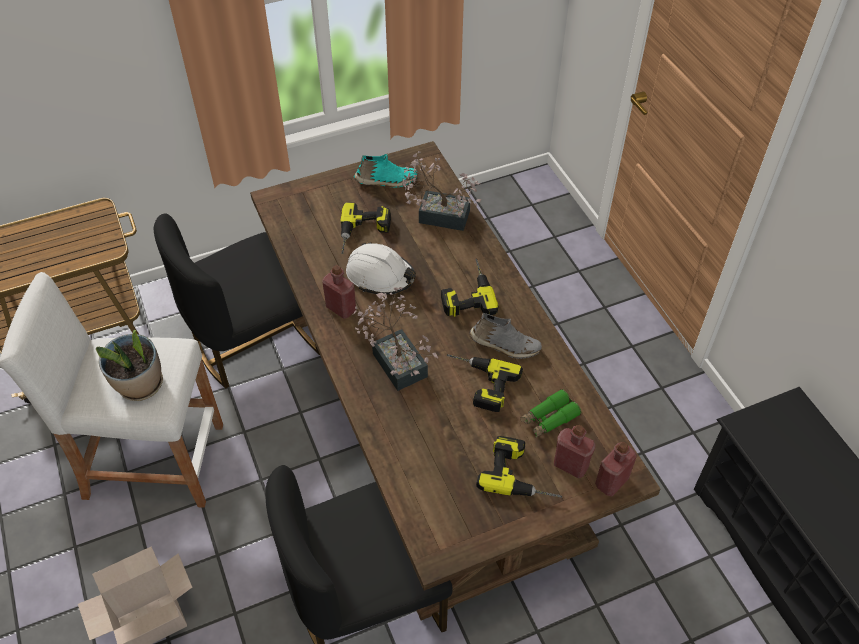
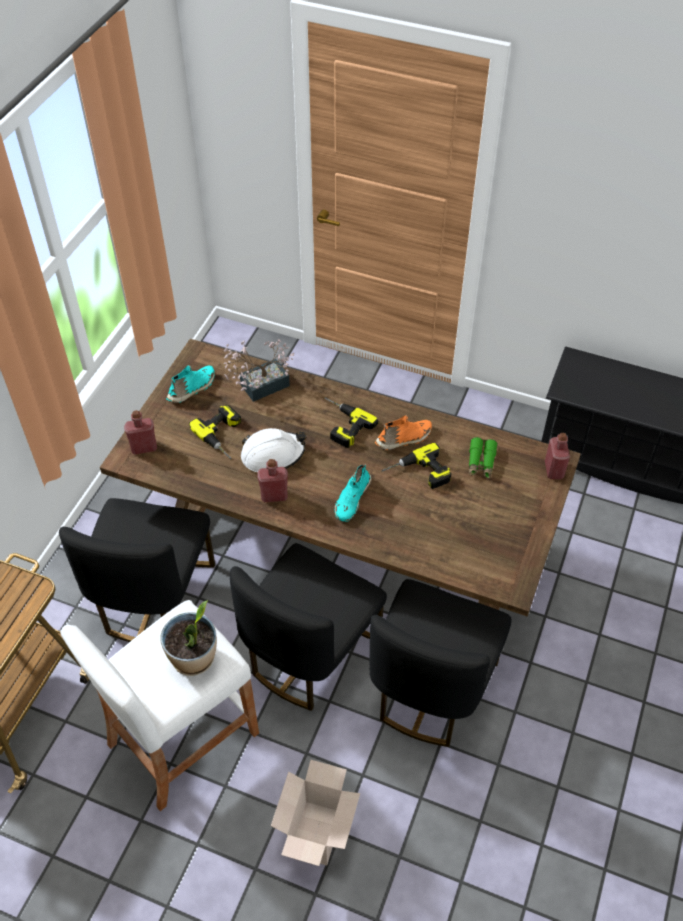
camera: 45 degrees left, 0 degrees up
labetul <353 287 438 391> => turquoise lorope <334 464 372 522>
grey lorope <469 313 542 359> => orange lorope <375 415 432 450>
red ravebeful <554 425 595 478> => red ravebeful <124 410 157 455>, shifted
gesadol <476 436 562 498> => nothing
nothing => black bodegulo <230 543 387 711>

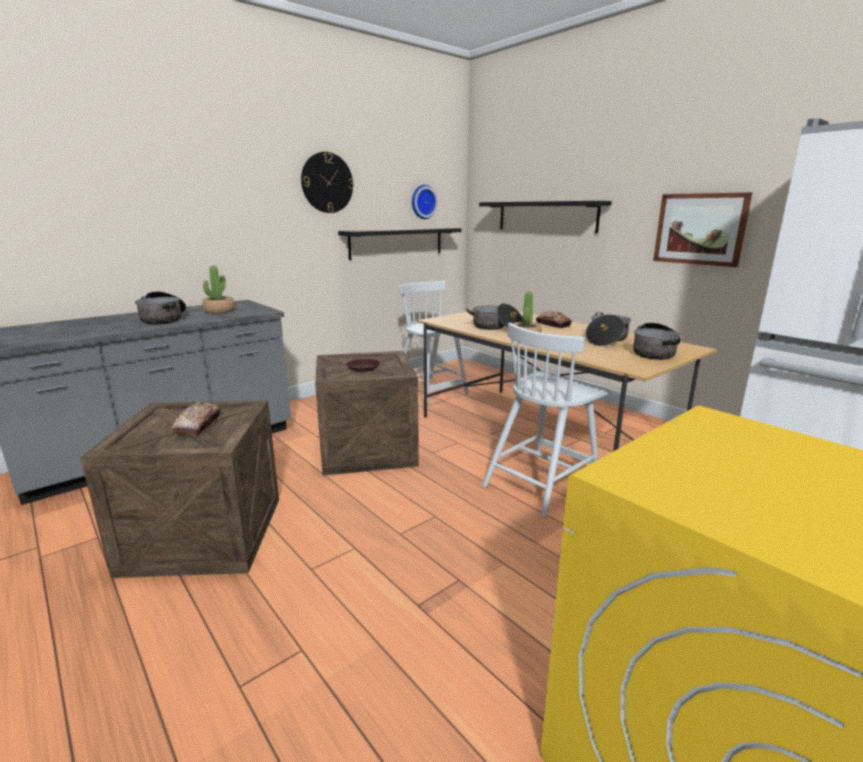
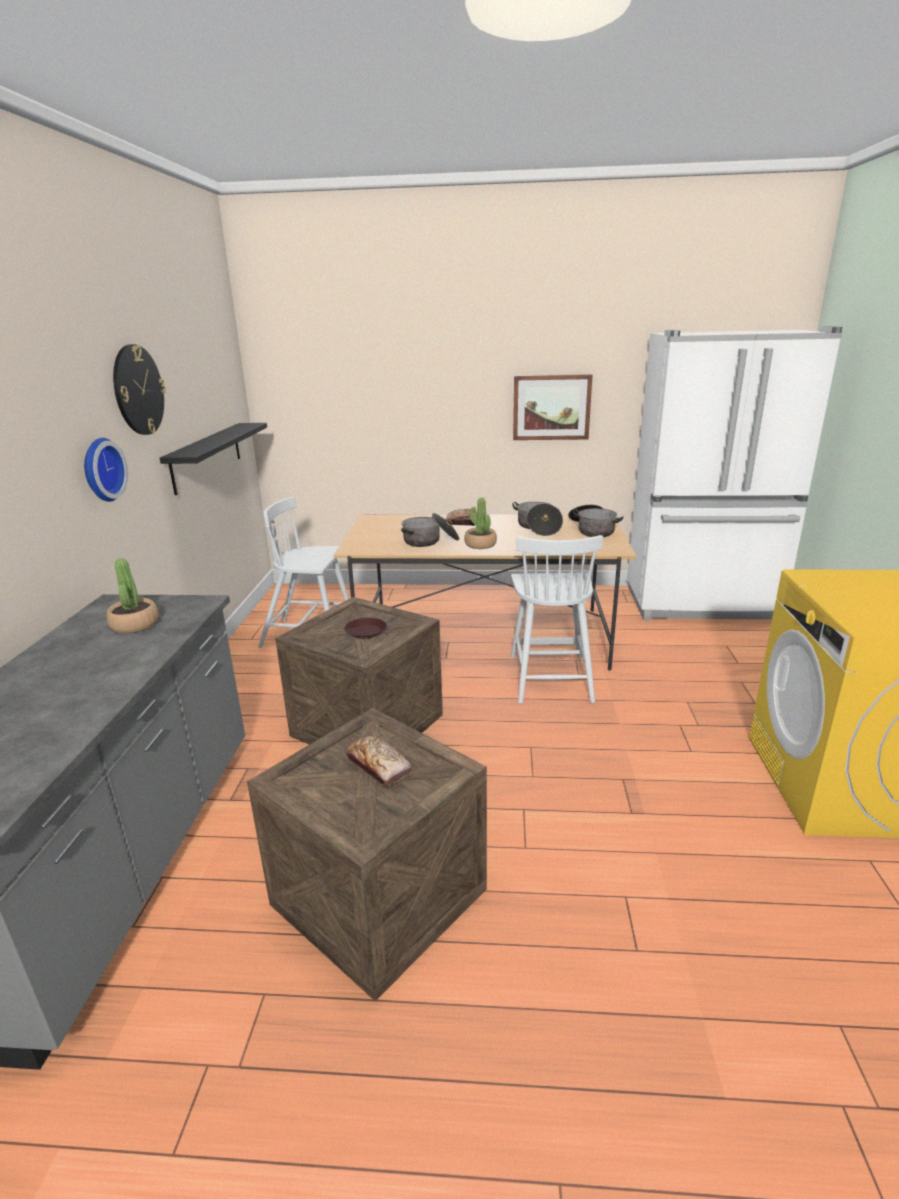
camera: 45 degrees left, 5 degrees up
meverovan <412 185 438 219> => meverovan <84 438 128 502>, shifted
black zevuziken <479 201 612 233> => nothing
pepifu <135 291 186 324> => nothing

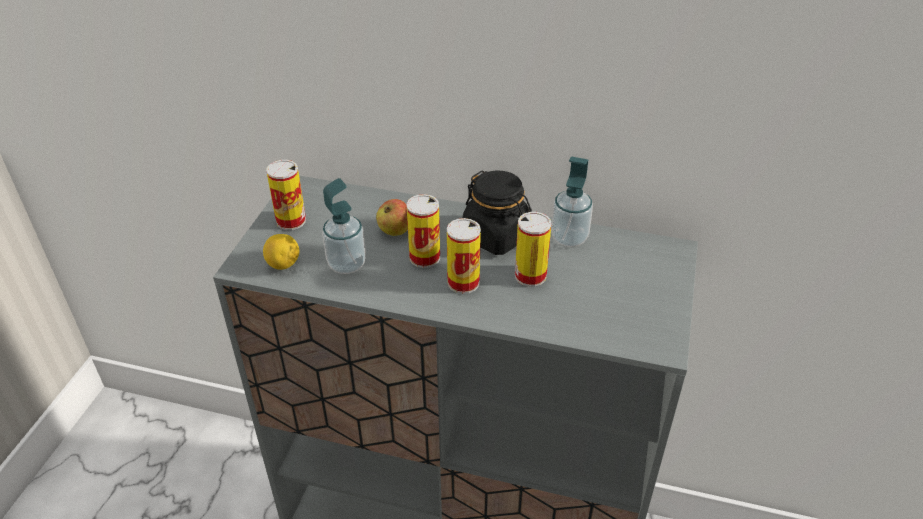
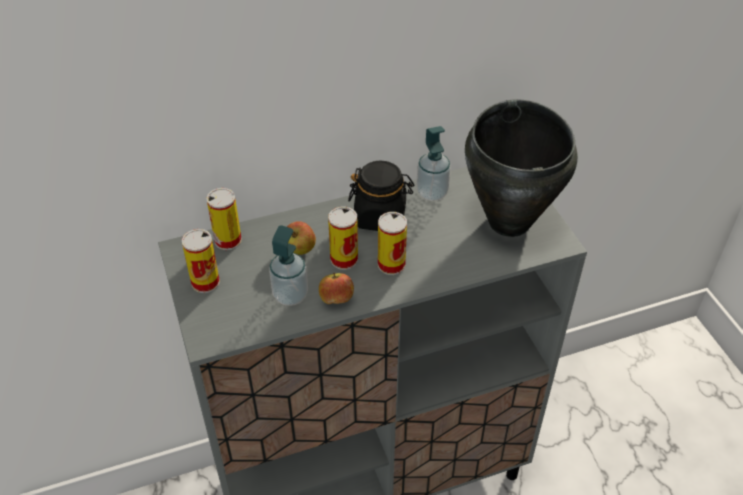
camera: 35 degrees left, 5 degrees up
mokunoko <515 212 551 287> => mokunoko <206 188 242 250>, shifted
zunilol <263 234 299 270> => nothing
nothing => black pepifu <465 99 578 237>
nothing => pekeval <319 273 354 304>

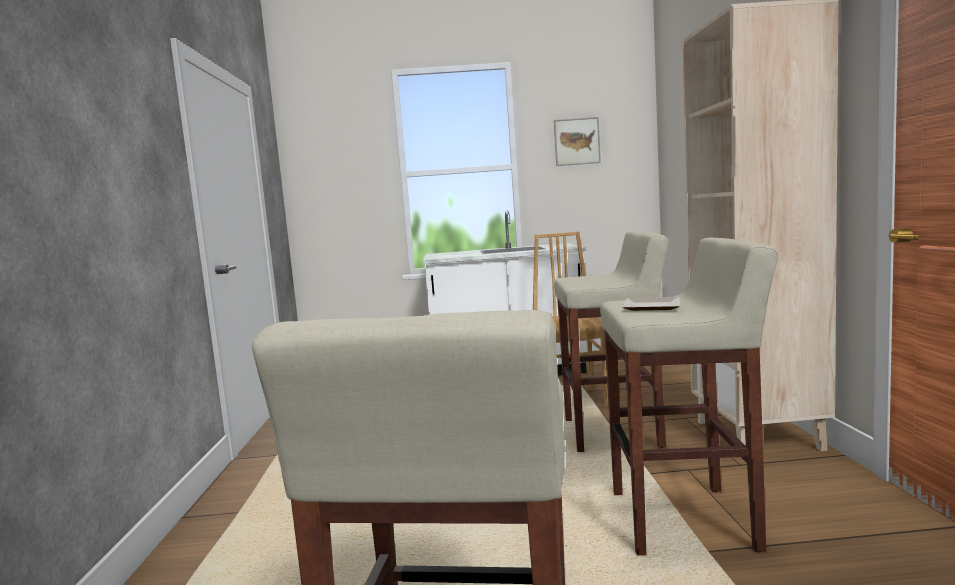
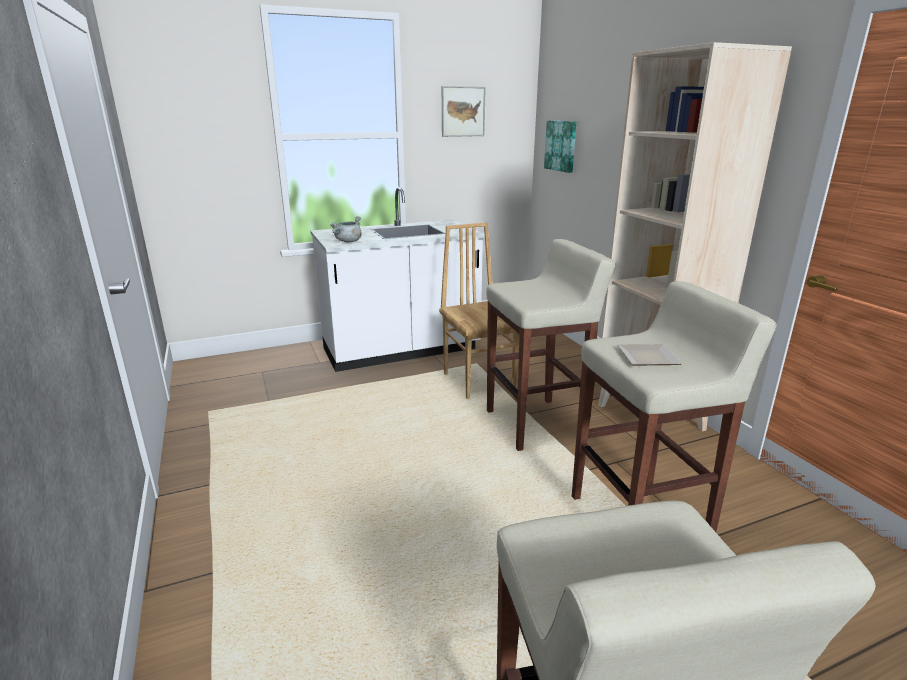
camera: 20 degrees left, 15 degrees up
nothing => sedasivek <544 120 577 173>
nothing => grey pepifu <330 216 362 242>

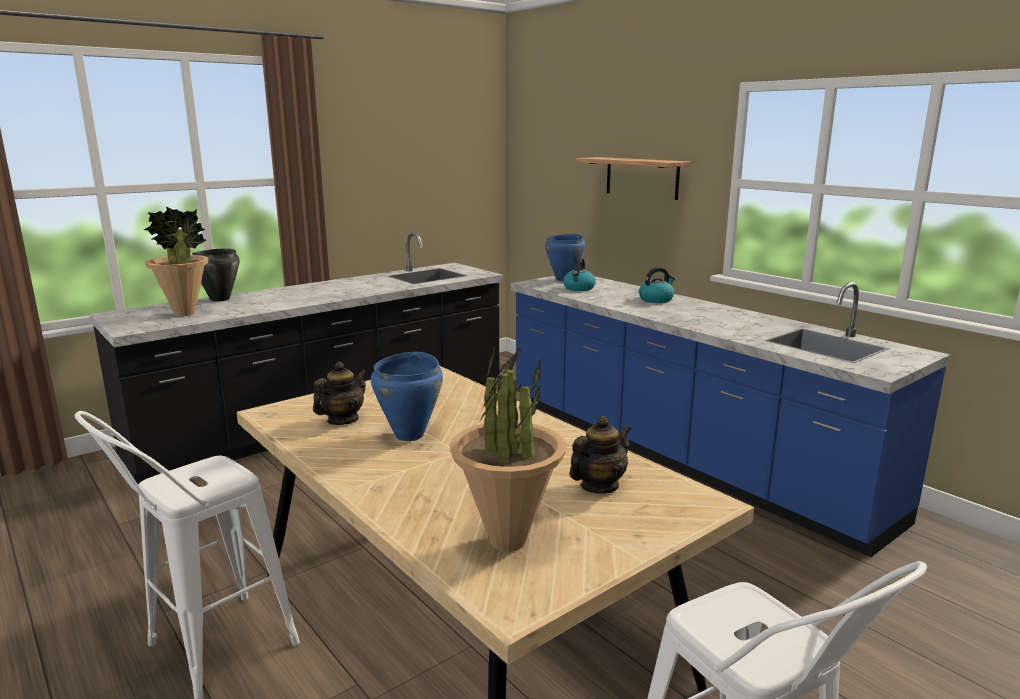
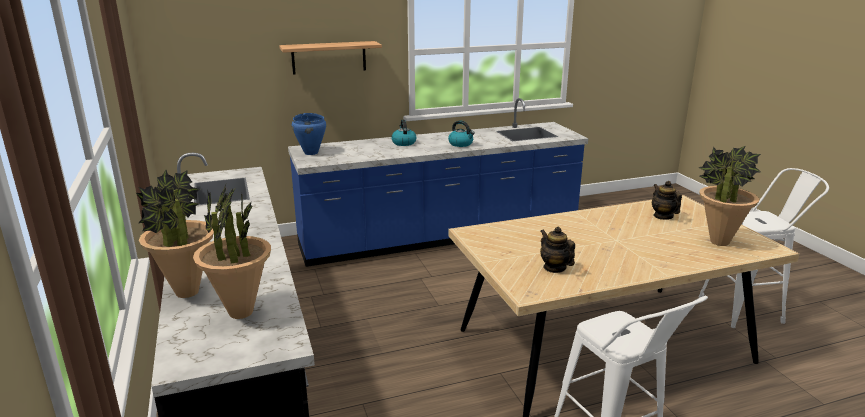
camera: 70 degrees left, 5 degrees up
black pepifu <192 248 240 302> => labetul <136 170 214 298>
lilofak <563 257 596 291> => lilofak <448 121 475 147>, shifted
blue pepifu <371 352 443 441> => nothing

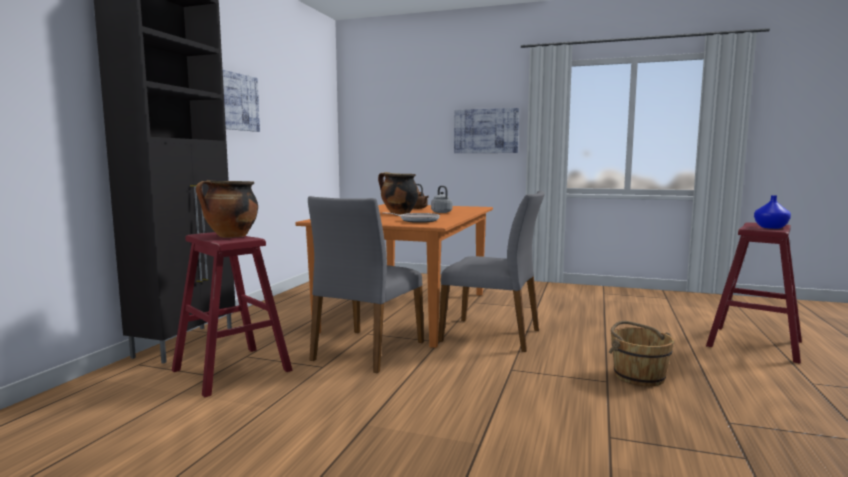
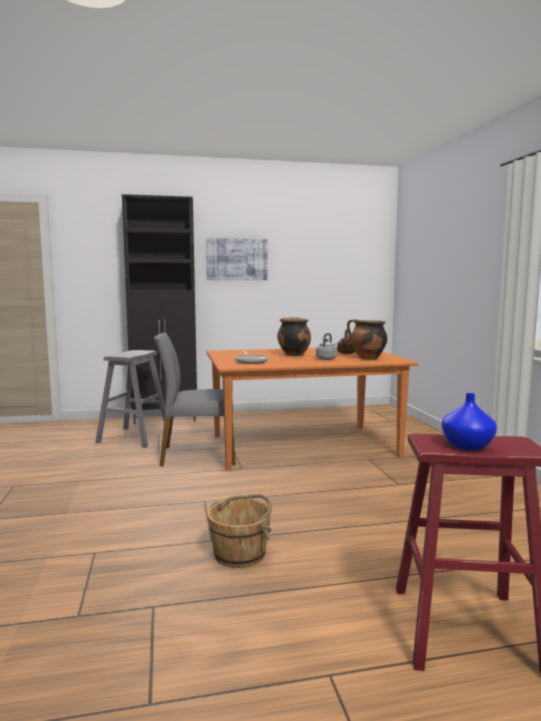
camera: 60 degrees right, 0 degrees up
sedasivek <454 108 519 153> => nothing
pepifu <196 180 258 238> => pepifu <347 319 387 359>, shifted
grey bodegulo <438 191 545 352> => nothing
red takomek <172 232 292 398> => grey takomek <95 350 172 448>

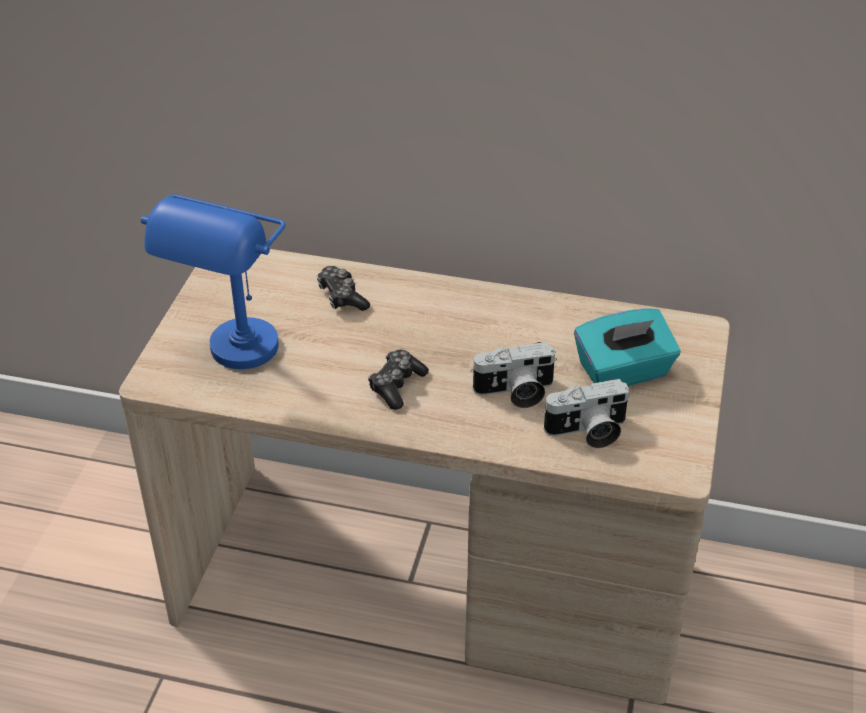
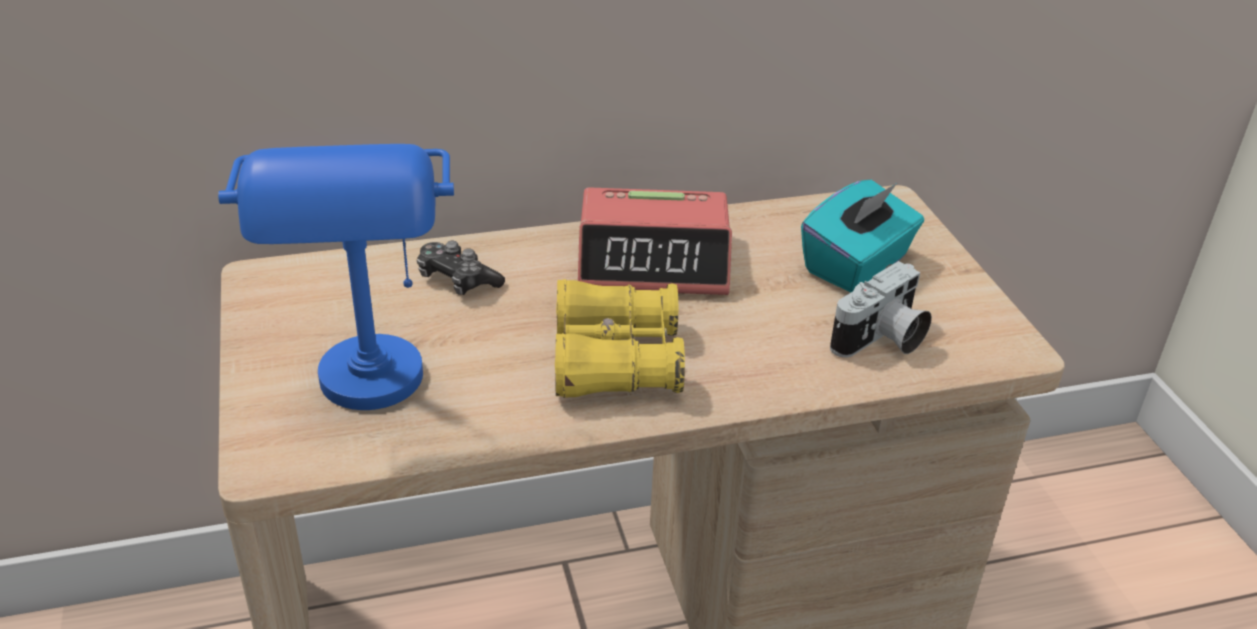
camera: 30 degrees left, 5 degrees down
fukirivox <470 342 557 408> => nothing
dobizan <368 350 429 410> => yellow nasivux <555 279 685 398>
nothing => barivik <578 187 732 295>

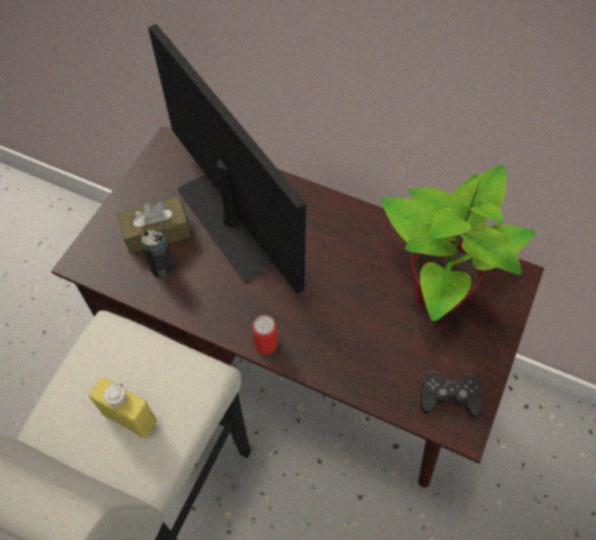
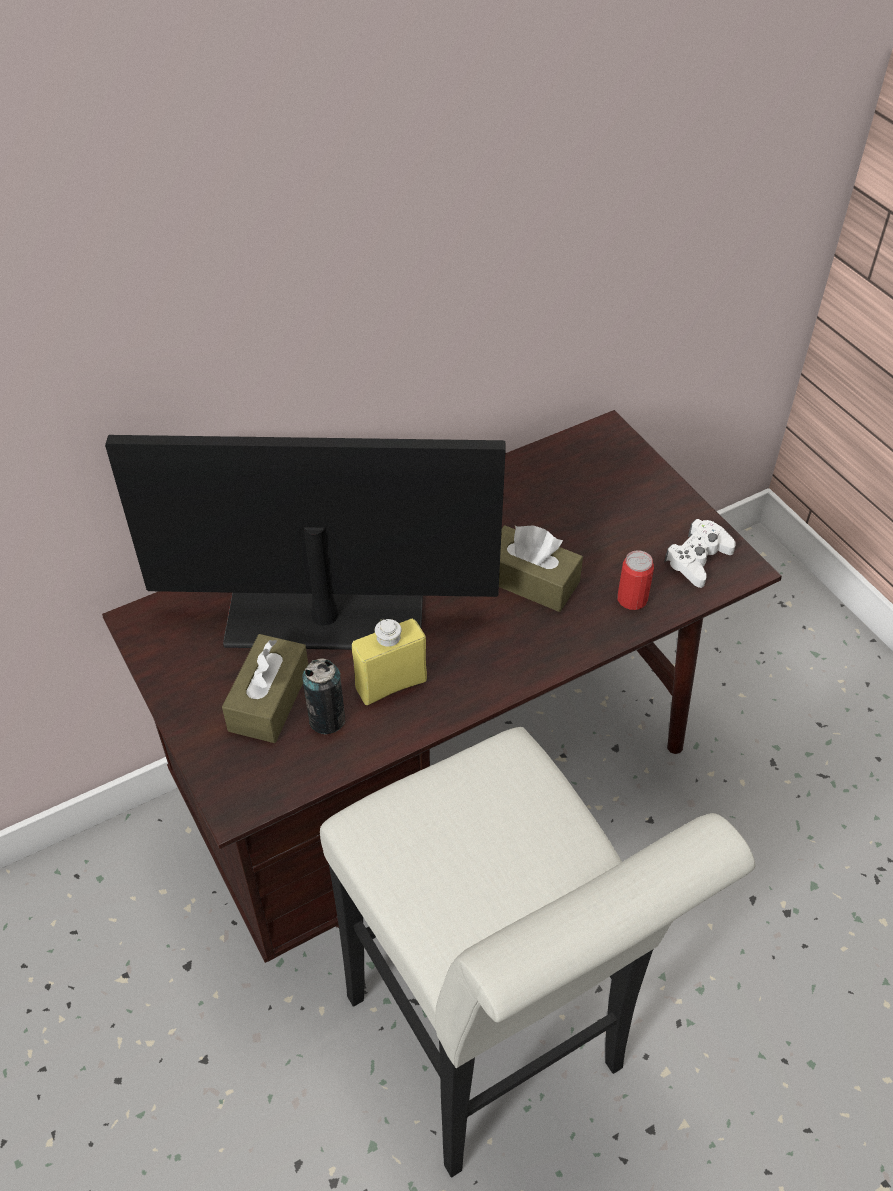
camera: 55 degrees left, 10 degrees down
labetul <381 164 536 321> => nothing
mokunoko <252 315 278 355> => mokunoko <617 550 654 610>, shifted
black dobizan <420 371 482 417> => white dobizan <664 519 736 588>
yellow ravebeful <89 378 157 438> => yellow ravebeful <352 619 427 705>, shifted
nothing => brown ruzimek <499 525 583 612>

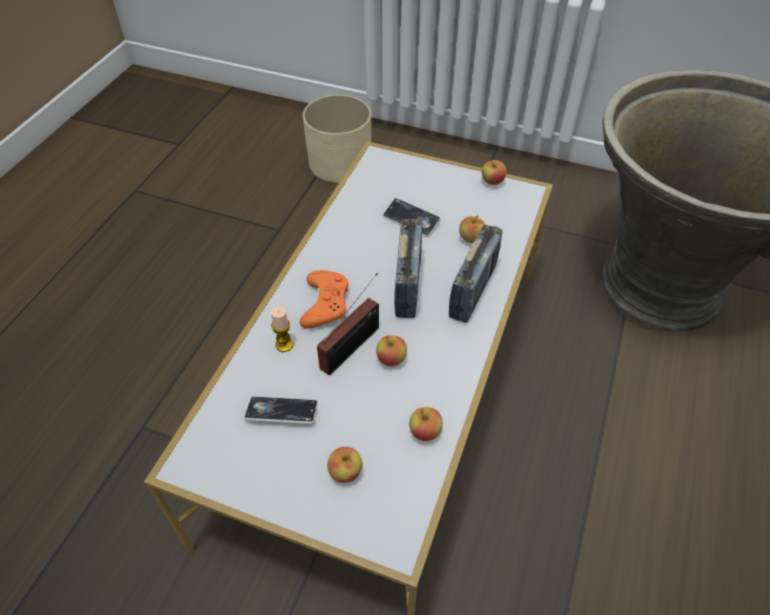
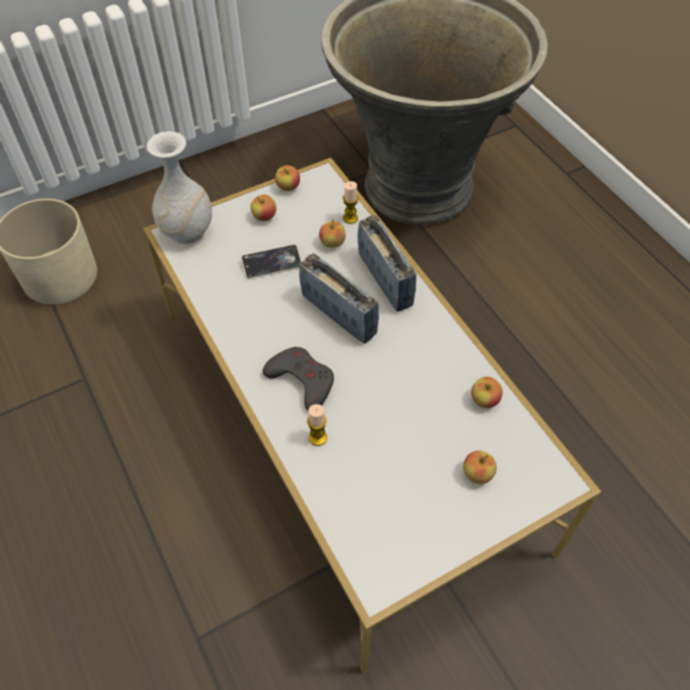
camera: 50 degrees left, 5 degrees up
orange dobizan <300 270 348 329> => grey dobizan <263 347 334 411>
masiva <317 273 379 376> => nothing
pekeval <376 335 407 366> => pekeval <251 195 276 221>, shifted
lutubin <244 396 318 424> => nothing
nothing => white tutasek <147 131 212 244>
nothing => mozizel <343 181 359 224>

